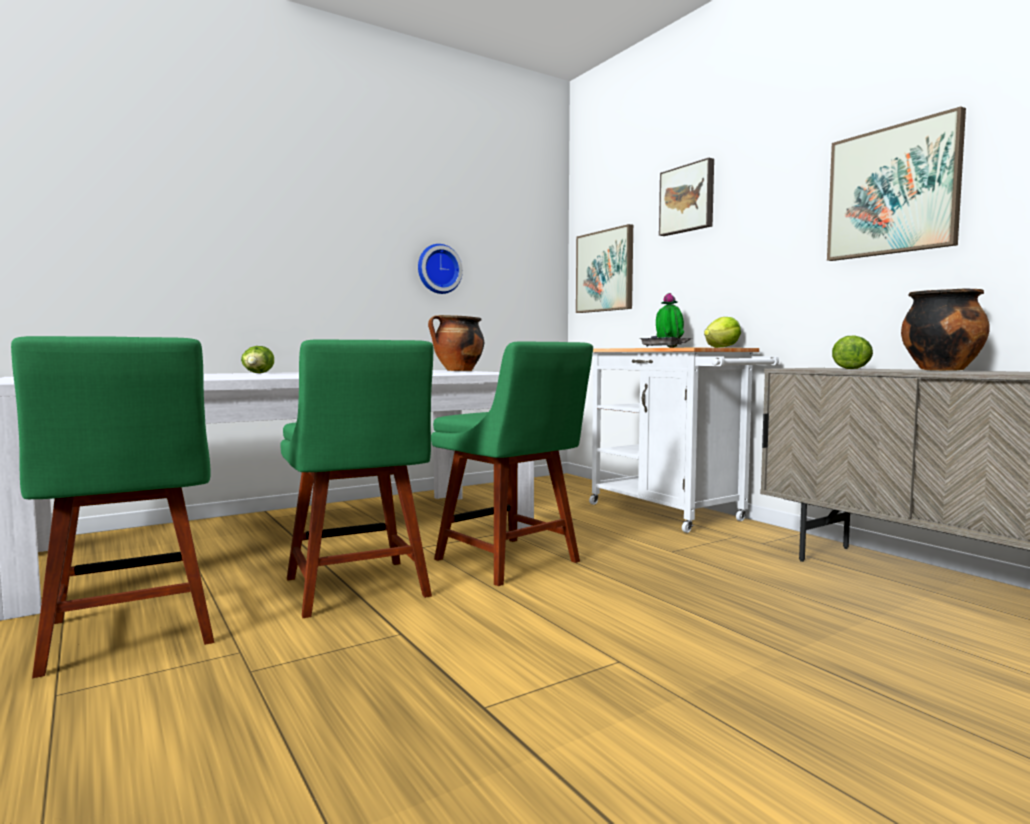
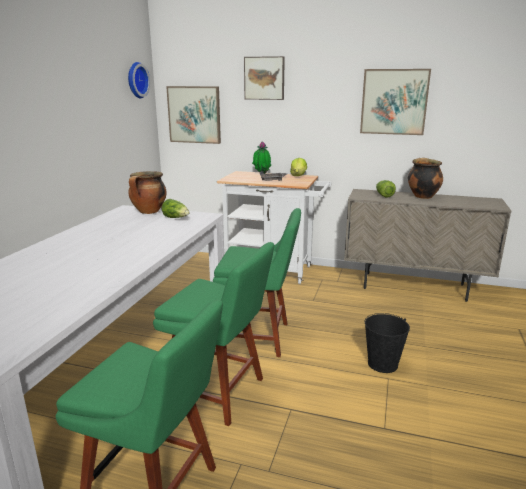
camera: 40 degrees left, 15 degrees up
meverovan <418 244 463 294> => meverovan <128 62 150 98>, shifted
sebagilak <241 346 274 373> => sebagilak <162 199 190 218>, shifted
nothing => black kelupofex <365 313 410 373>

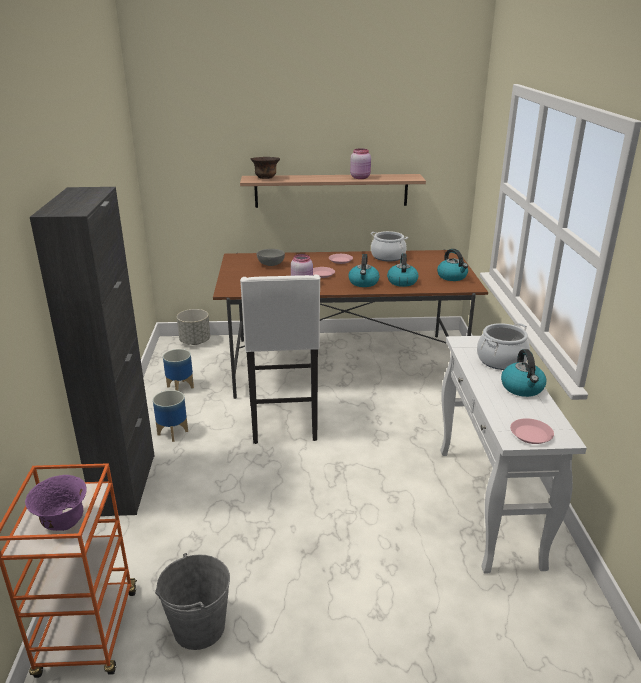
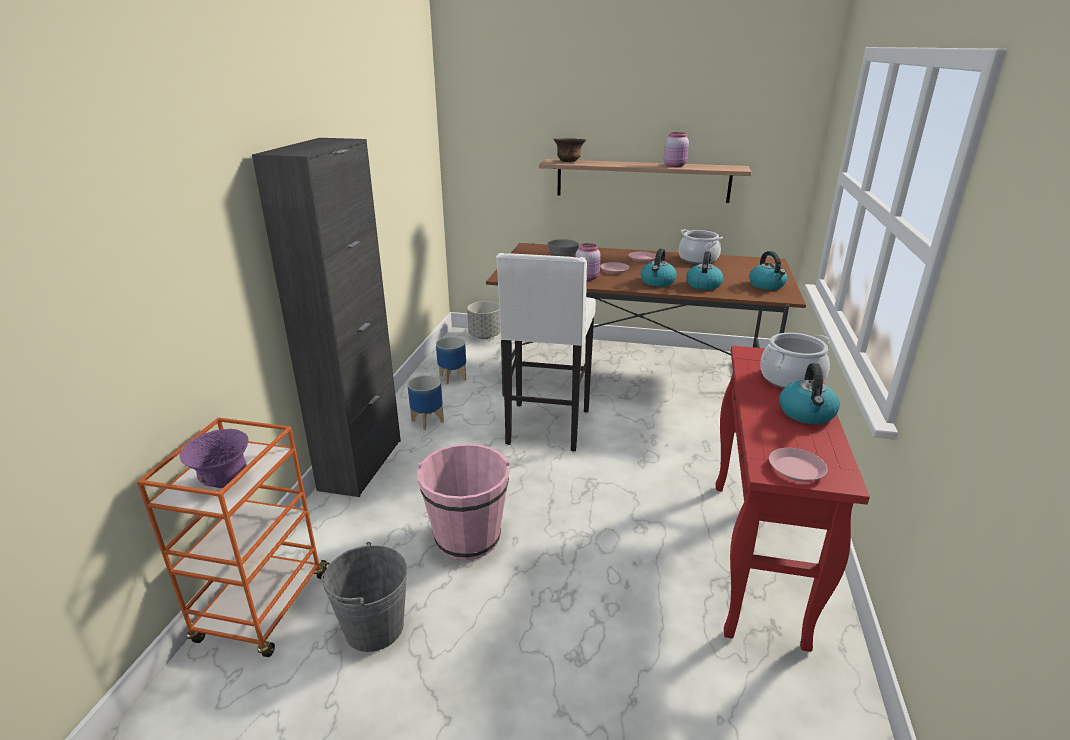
camera: 15 degrees right, 0 degrees up
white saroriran <440 336 587 573> => red saroriran <715 346 870 652>
nothing => pink kelupofex <417 444 510 560>

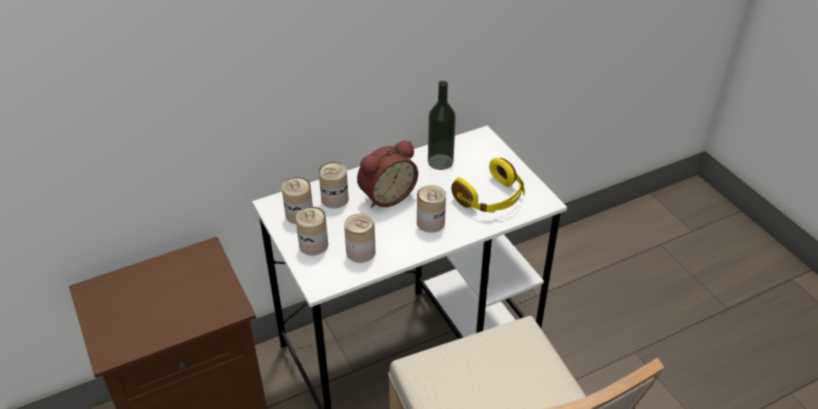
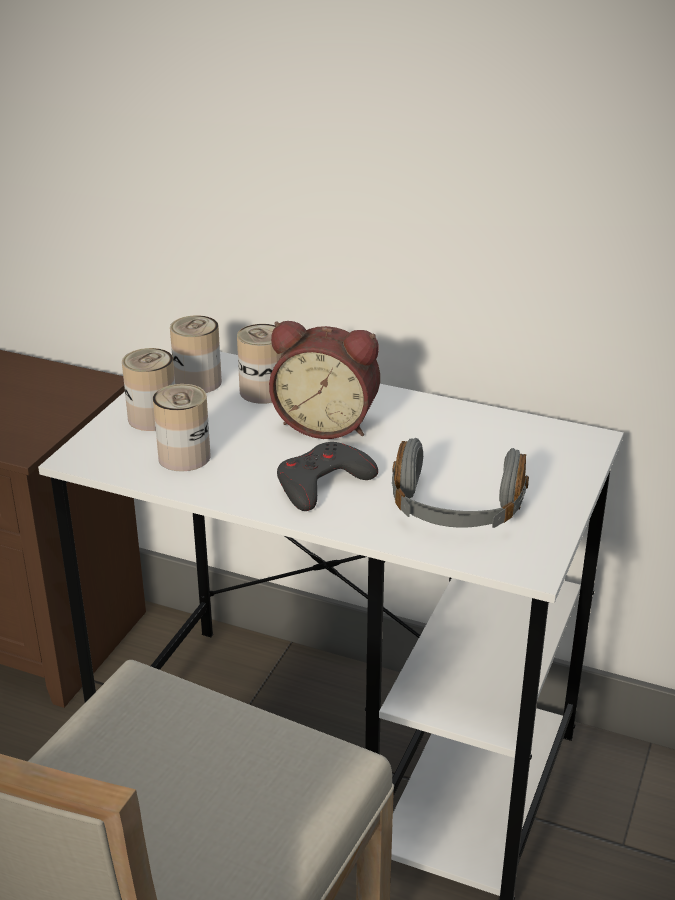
camera: 50 degrees right, 10 degrees down
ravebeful <428 81 456 170> => nothing
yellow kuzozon <451 158 525 213> => grey kuzozon <392 438 529 528>
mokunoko <417 185 446 233> => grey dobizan <277 442 378 511>

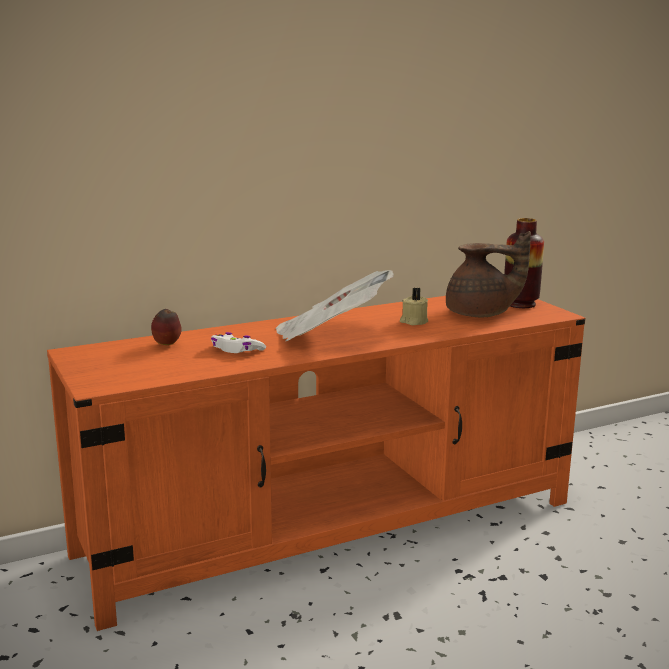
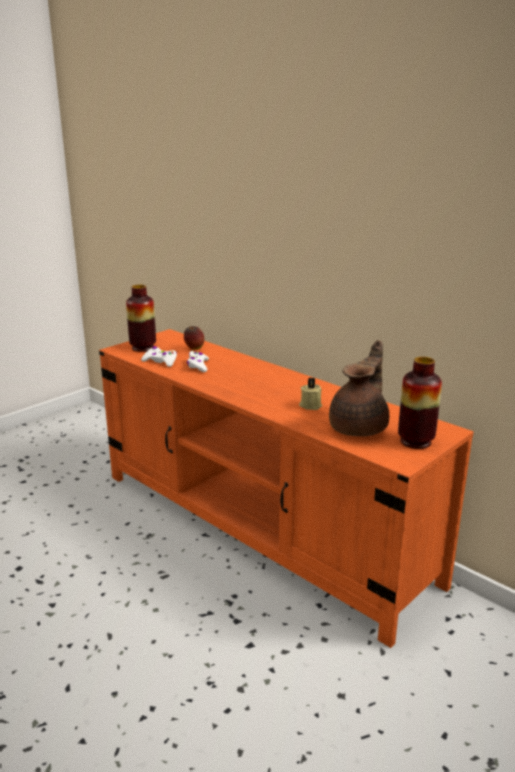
camera: 70 degrees right, 5 degrees up
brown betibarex <446 231 531 317> => brown betibarex <329 340 389 436>, 135 degrees counterclockwise
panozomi <276 270 394 341> => nothing
nothing => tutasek <126 285 156 352>
nothing => white dobizan <141 346 177 367>

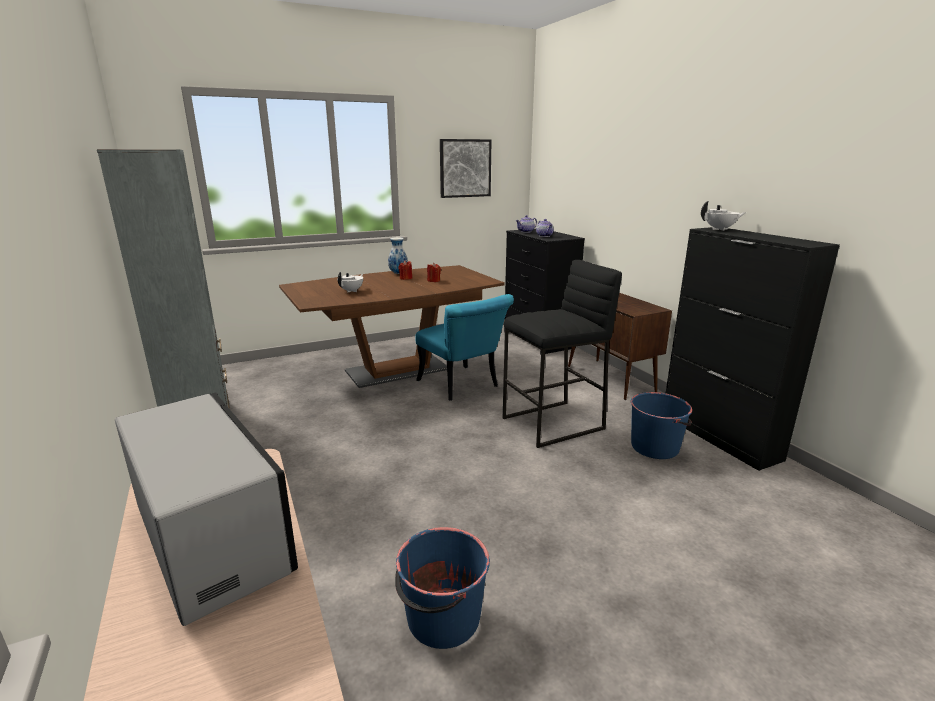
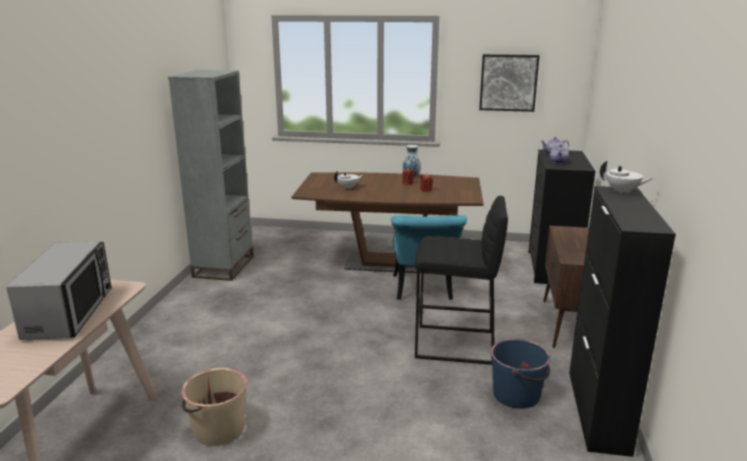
camera: 35 degrees right, 0 degrees up
blue kelupofex <395 527 490 649> => beige kelupofex <182 368 247 446>

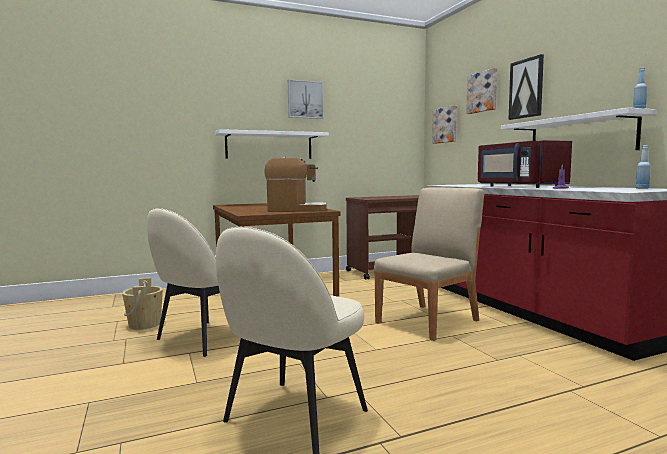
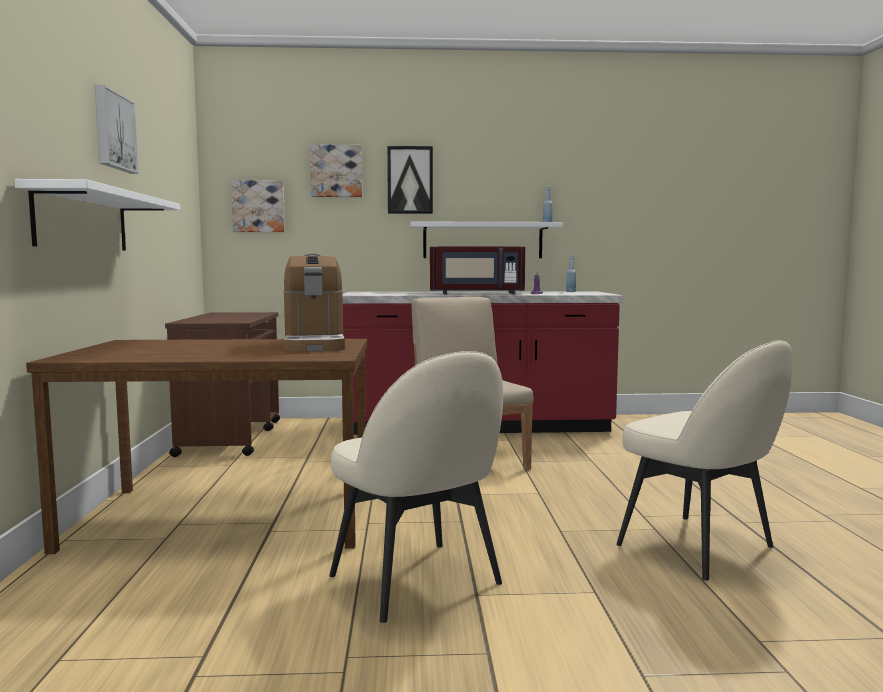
camera: 70 degrees left, 0 degrees up
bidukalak <264 157 327 212> => bidukalak <283 254 345 352>, 150 degrees clockwise
beige kelupofex <122 278 163 330> => nothing

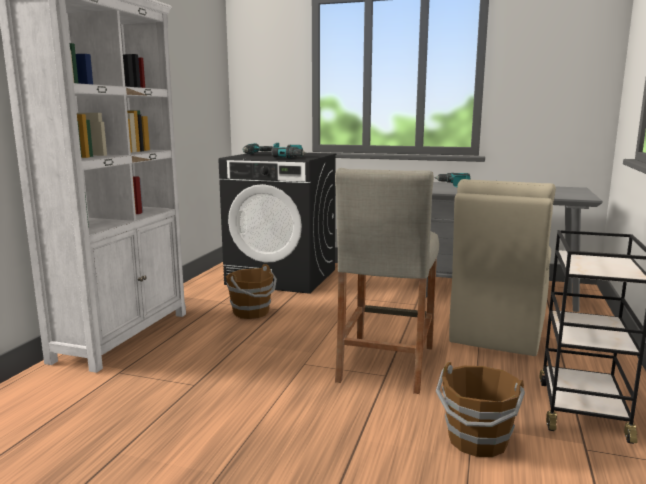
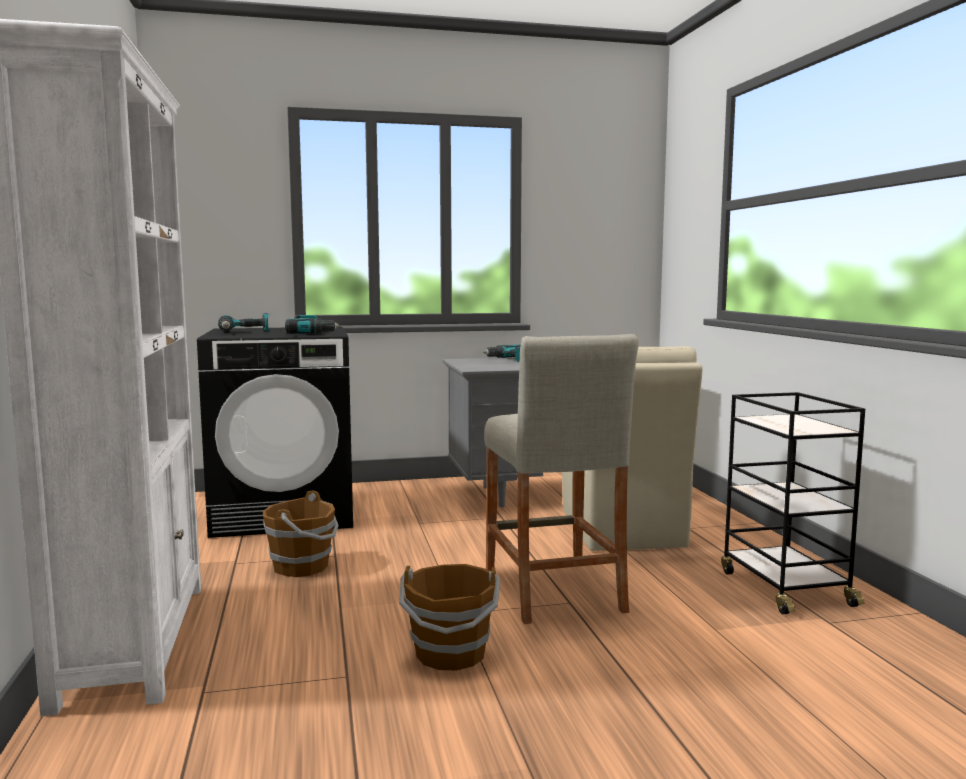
camera: 30 degrees left, 5 degrees down
brown kelupofex <436 362 525 457> => brown kelupofex <399 564 500 670>, shifted

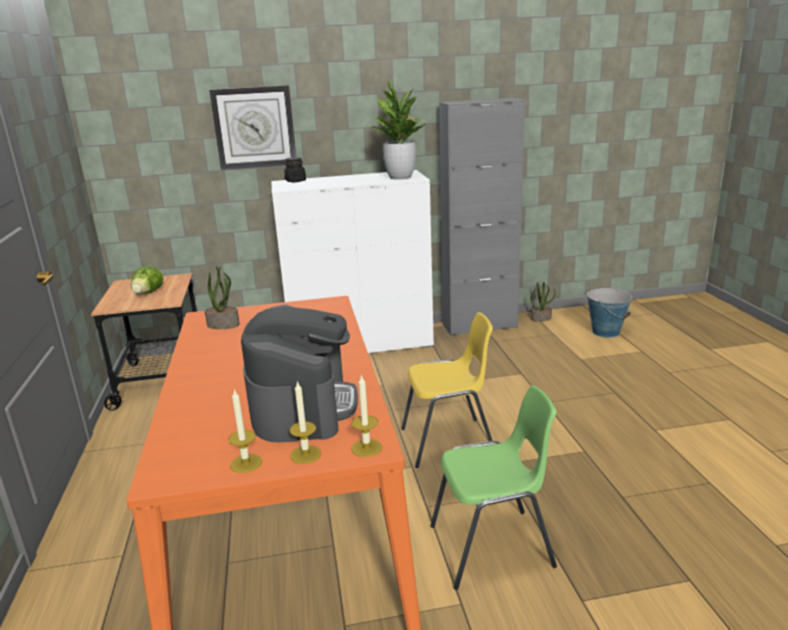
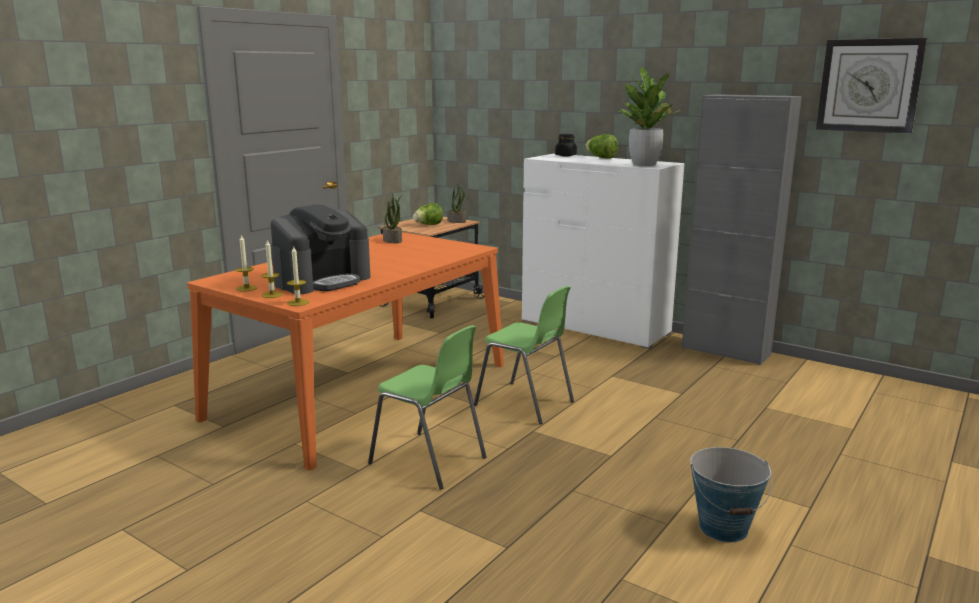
camera: 45 degrees right, 5 degrees down
meverovan <209 85 296 170> => meverovan <816 38 927 134>, shifted
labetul <530 282 555 322> => labetul <447 183 466 223>, shifted
kelupofex <587 288 632 338> => kelupofex <690 447 772 542>, shifted
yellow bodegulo <401 312 493 468> => green bodegulo <474 286 574 424>
nothing => sebagilak <585 134 618 159>

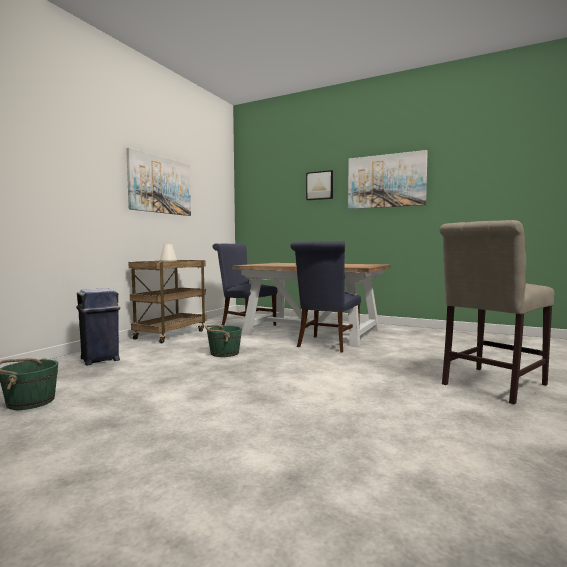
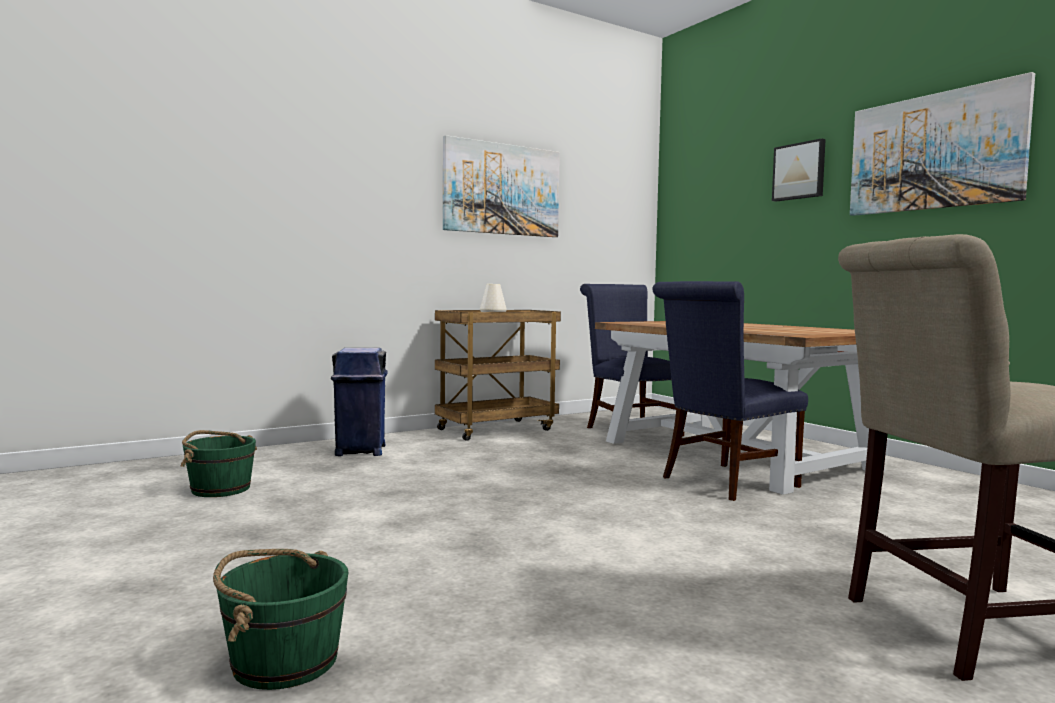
camera: 30 degrees right, 0 degrees up
green kelupofex <205 325 242 357> => green kelupofex <213 549 348 690>, shifted

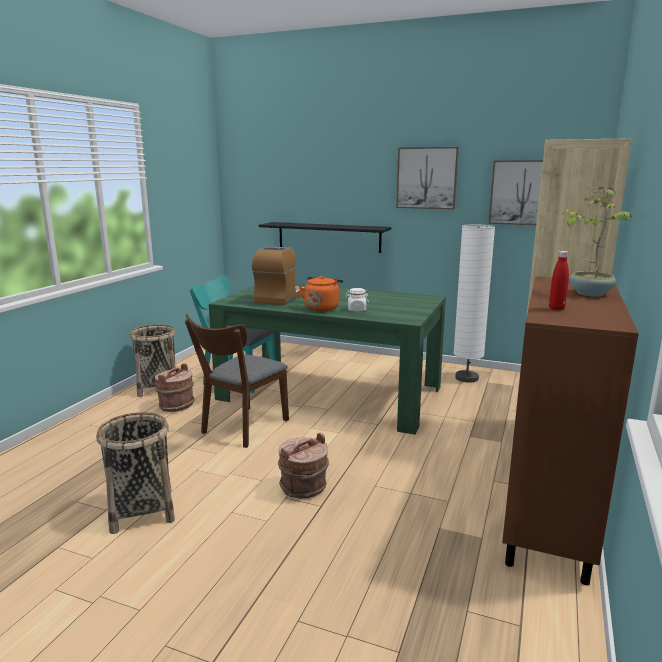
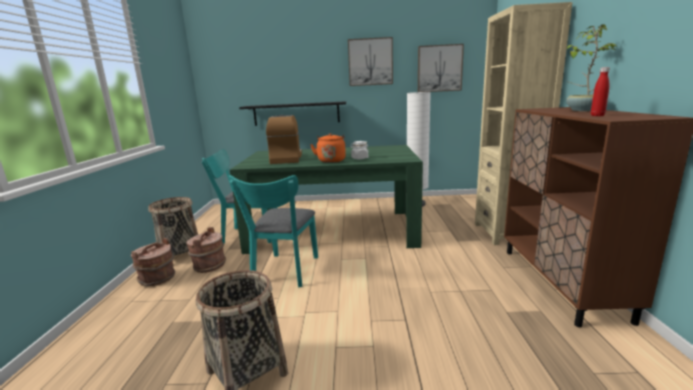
camera: 20 degrees left, 0 degrees up
brown bodegulo <185 314 289 448> => turquoise bodegulo <229 175 318 288>
brown kelupofex <278 433 329 499> => brown kelupofex <131 238 175 286>, shifted

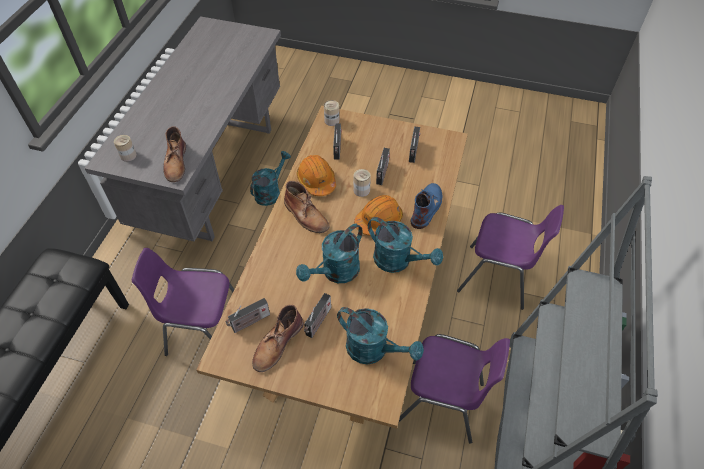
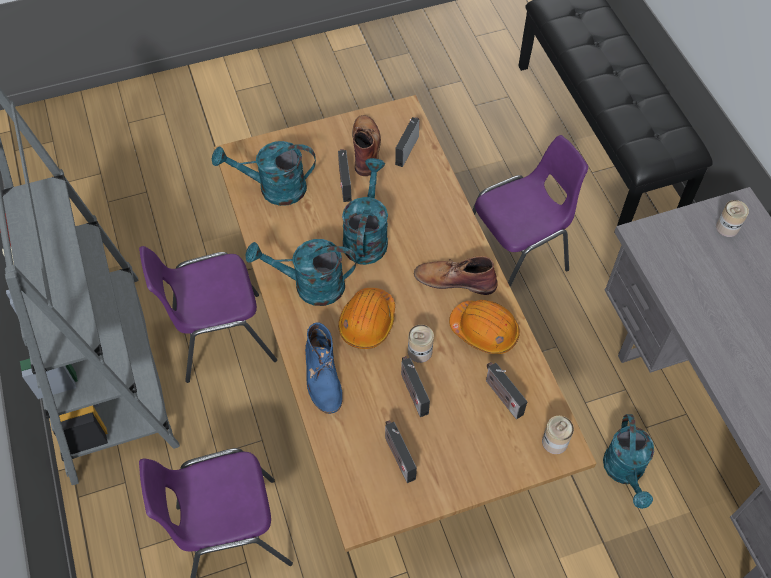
camera: 145 degrees right, 5 degrees up
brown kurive <163 126 186 182> => nothing

